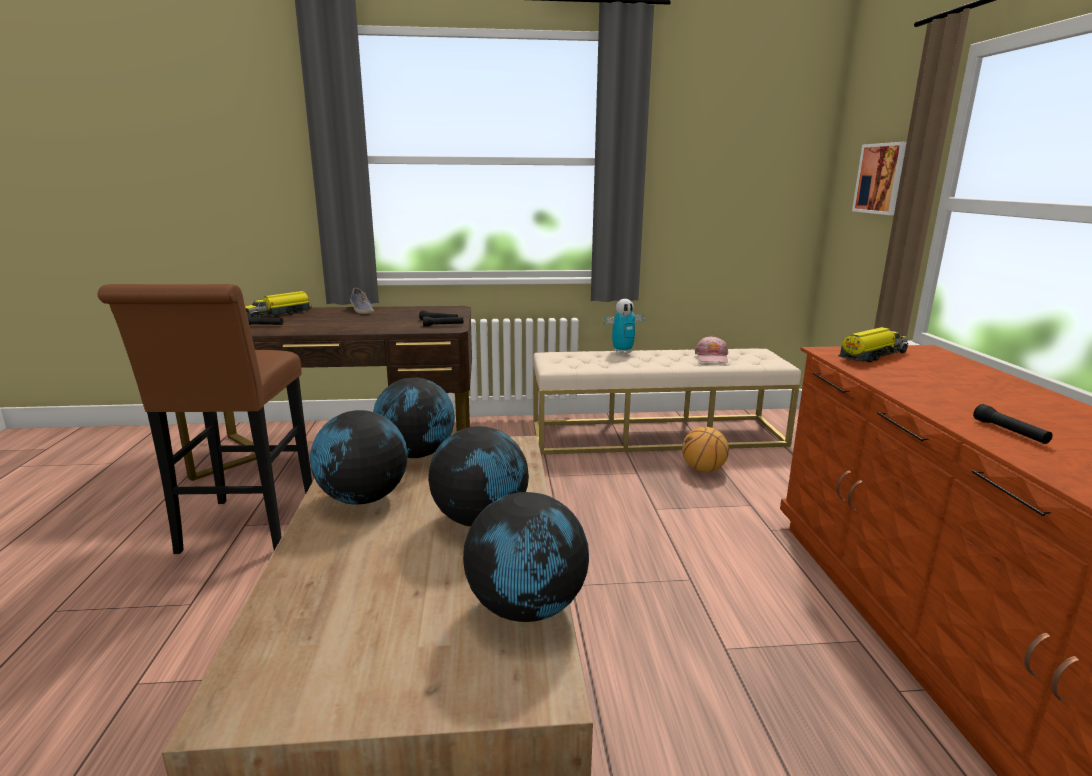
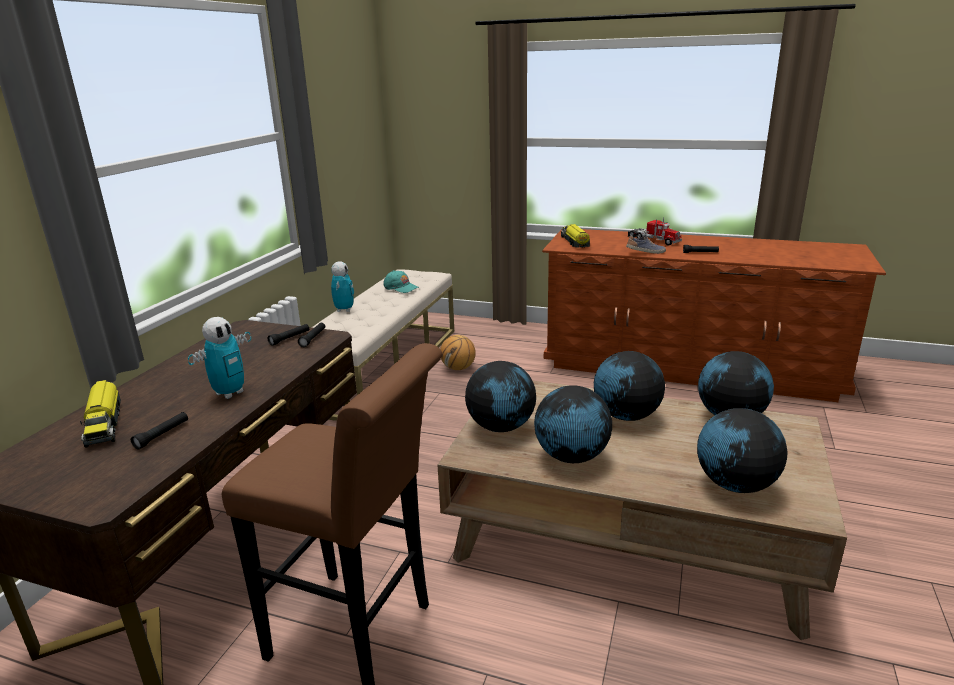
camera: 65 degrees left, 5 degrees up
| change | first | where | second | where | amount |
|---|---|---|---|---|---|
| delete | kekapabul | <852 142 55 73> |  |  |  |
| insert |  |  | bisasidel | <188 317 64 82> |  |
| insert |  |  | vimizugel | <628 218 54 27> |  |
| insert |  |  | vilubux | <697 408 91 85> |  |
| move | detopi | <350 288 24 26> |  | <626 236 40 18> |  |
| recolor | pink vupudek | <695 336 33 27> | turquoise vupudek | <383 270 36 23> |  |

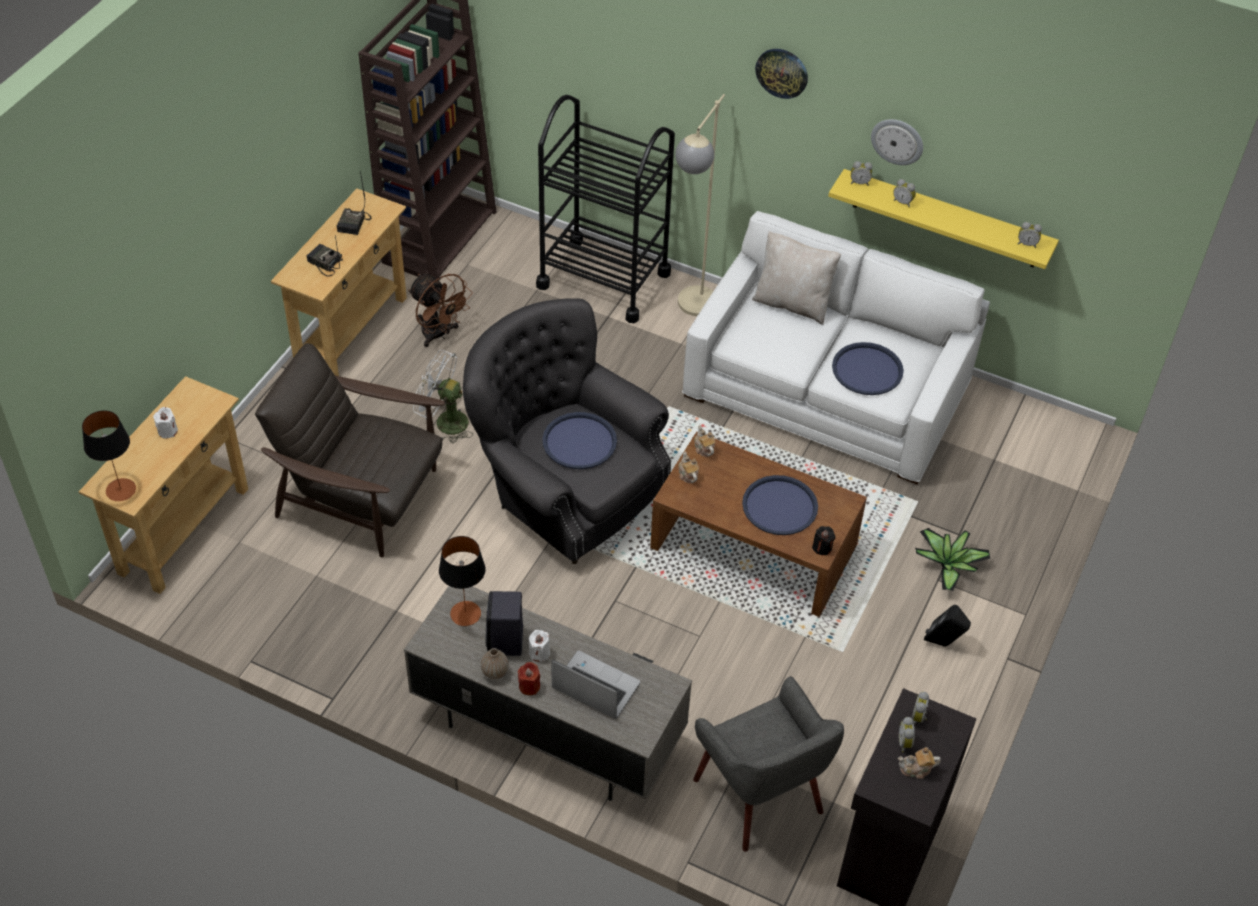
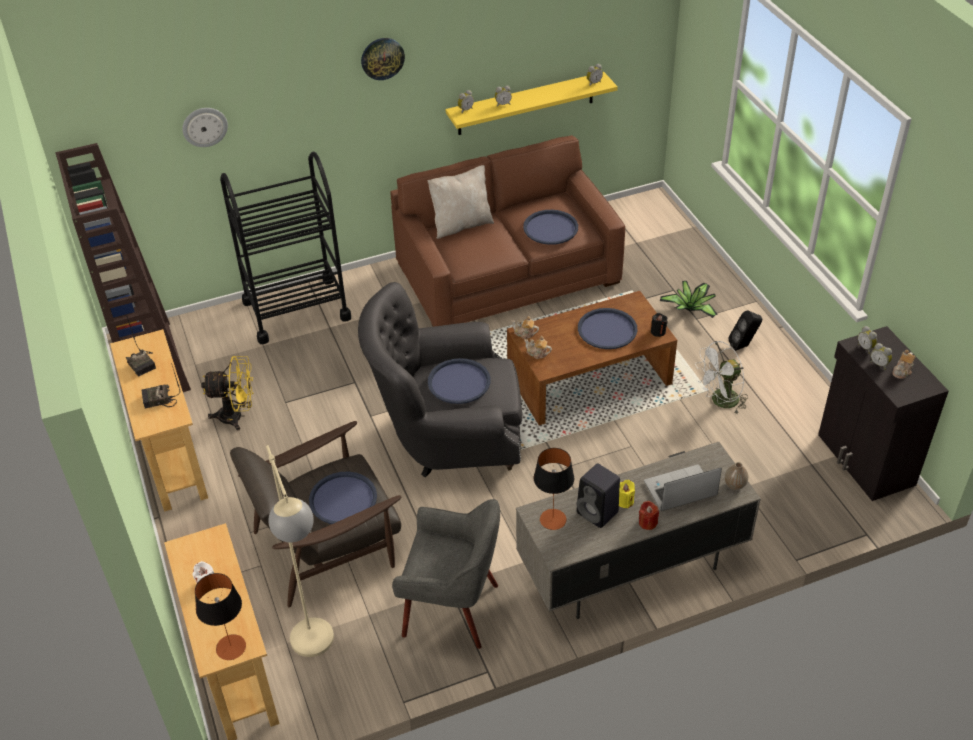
camera: 45 degrees left, 5 degrees down
| change | first | where | second | where | amount |
|---|---|---|---|---|---|
| insert |  |  | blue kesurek | <309 471 68 53> |  |
| move | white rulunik | <413 350 60 93> |  | <695 341 53 73> |  |
| move | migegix | <481 648 28 32> |  | <725 462 23 28> |  |
| move | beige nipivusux | <675 94 50 222> |  | <266 445 68 212> |  |
| move | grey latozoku | <693 676 151 176> |  | <392 499 108 150> |  |
| move | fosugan | <871 119 52 46> |  | <182 108 46 39> |  |
| recolor | brown rulunik | <408 274 65 73> | yellow rulunik | <201 356 53 75> |  |
| recolor | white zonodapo | <529 630 21 32> | yellow zonodapo | <619 480 16 28> |  |
| recolor | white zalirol | <682 211 308 273> | brown zalirol | <390 135 235 192> |  |

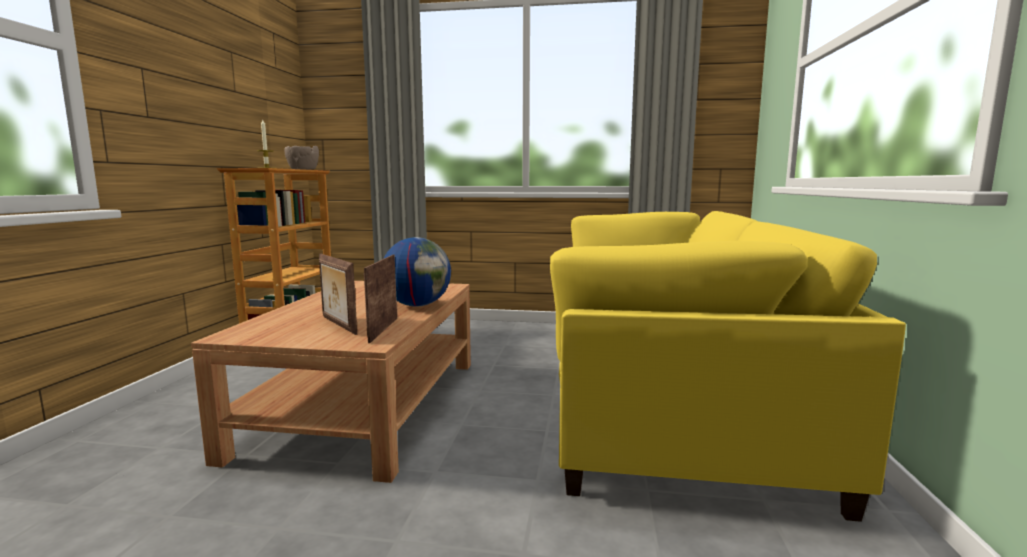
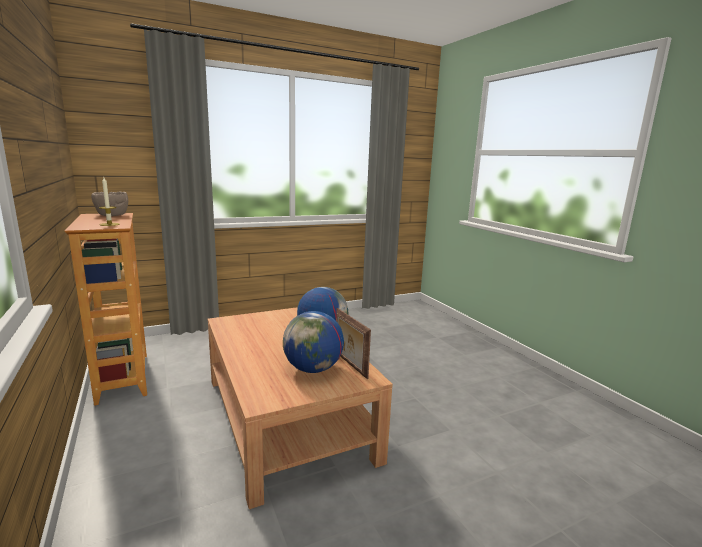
camera: 35 degrees left, 5 degrees up
| change | first | where | second | where | amount |
|---|---|---|---|---|---|
| delete | yellow zalirol | <550 211 356 311> |  |  |  |
| replace | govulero | <319 254 38 81> | vilubux | <283 311 61 62> |  |

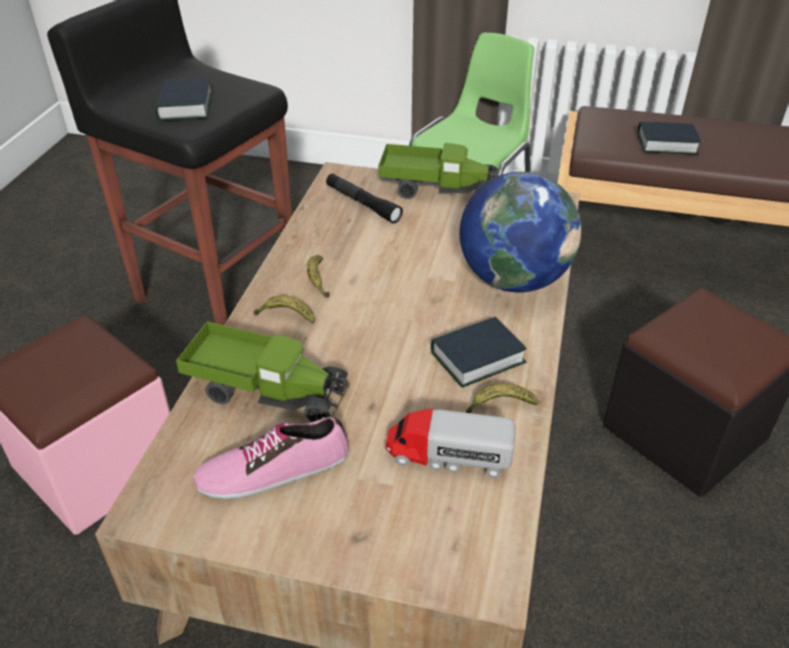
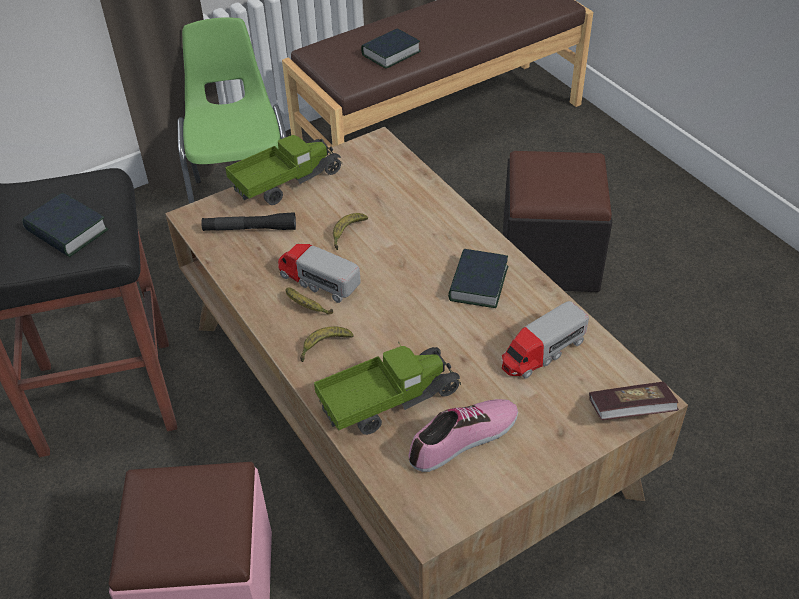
camera: 45 degrees left, 5 degrees up
| change | first | where | second | where | amount |
|---|---|---|---|---|---|
| delete | vilubux | <460 171 121 122> |  |  |  |
| insert |  |  | vimizugel | <278 244 83 59> |  |
| insert |  |  | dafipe | <589 382 90 38> |  |
| move | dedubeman | <466 383 72 30> |  | <333 213 35 37> |  |
| rotate | detopi | <193 417 156 82> |  | <409 399 109 73> | 150 degrees counterclockwise |

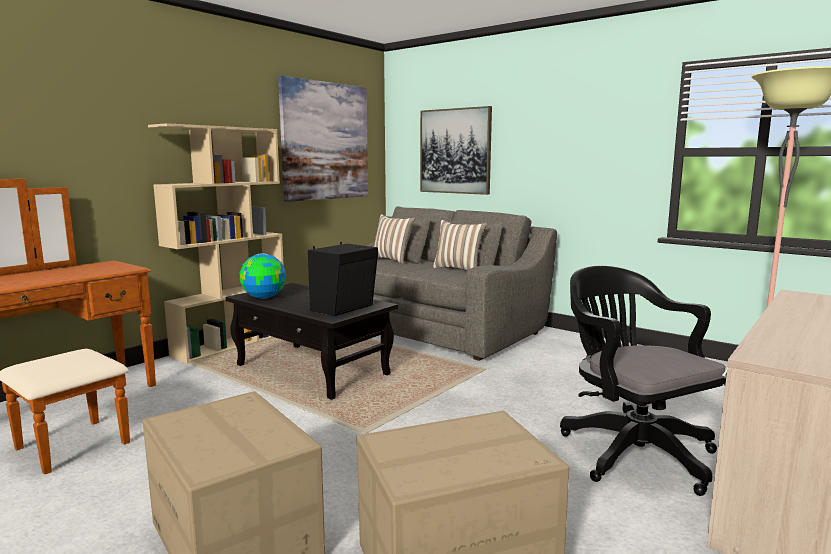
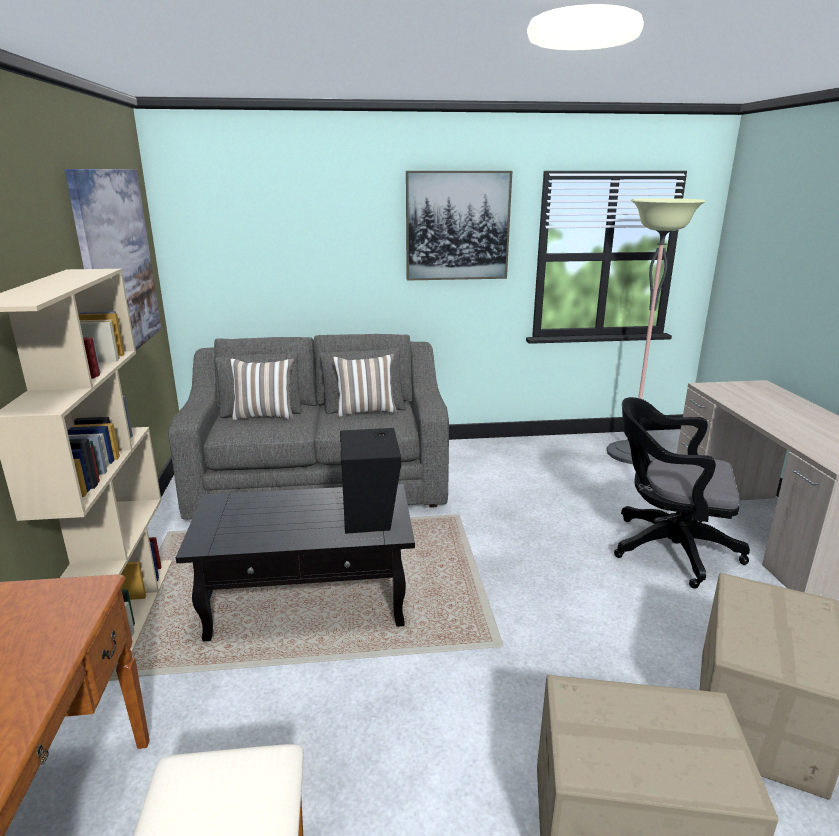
camera: 45 degrees left, 10 degrees up
| change | first | where | second | where | amount |
|---|---|---|---|---|---|
| delete | vilubux | <240 253 46 46> |  |  |  |
| move | kekapabul | <420 106 72 89> |  | <406 171 106 110> |  |

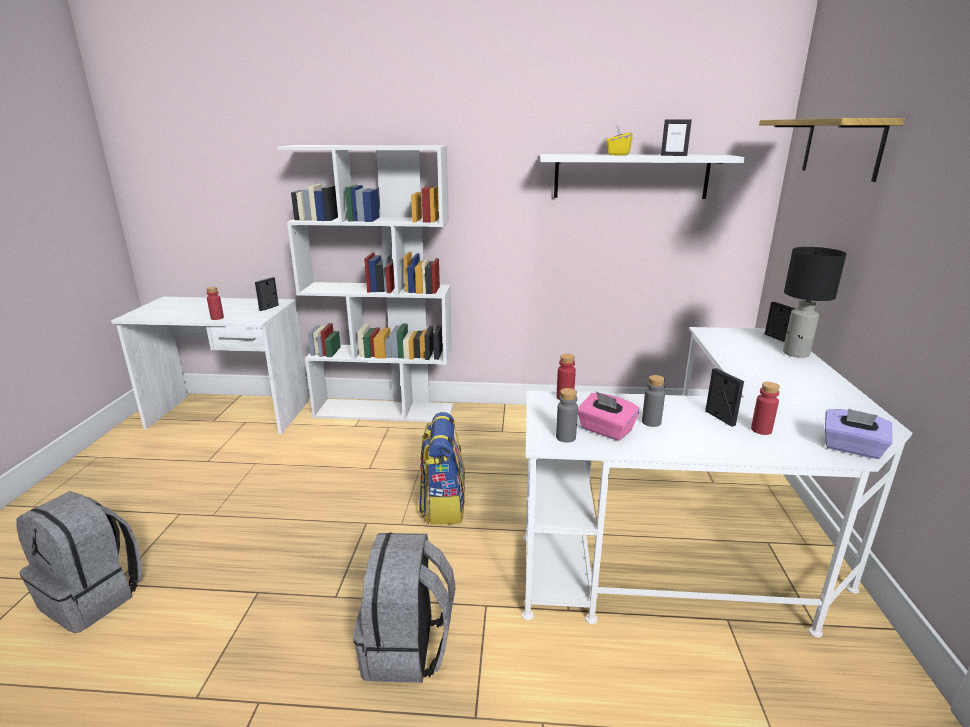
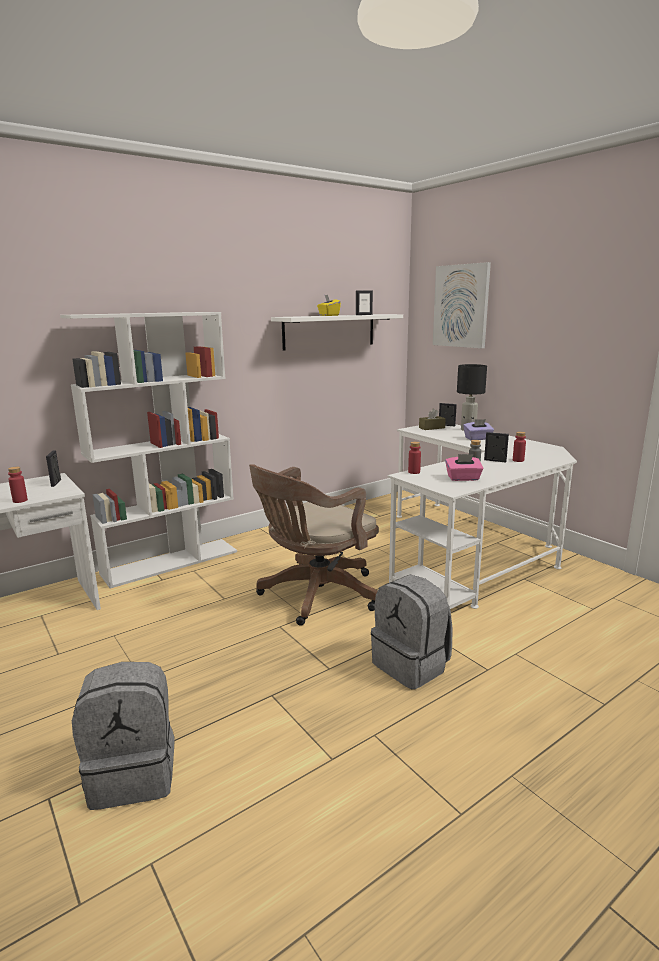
camera: 40 degrees left, 5 degrees down
| change | first | where | second | where | amount |
|---|---|---|---|---|---|
| delete | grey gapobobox | <556 388 22 55> |  |  |  |
| insert |  |  | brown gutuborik | <419 409 27 21> |  |
| move | purple gutuborik | <825 408 67 51> |  | <463 419 31 21> |  |
| replace | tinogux | <419 412 46 113> | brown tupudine | <249 464 130 162> |  |
| replace | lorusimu | <759 118 146 64> | kekapabul | <433 262 58 86> |  |

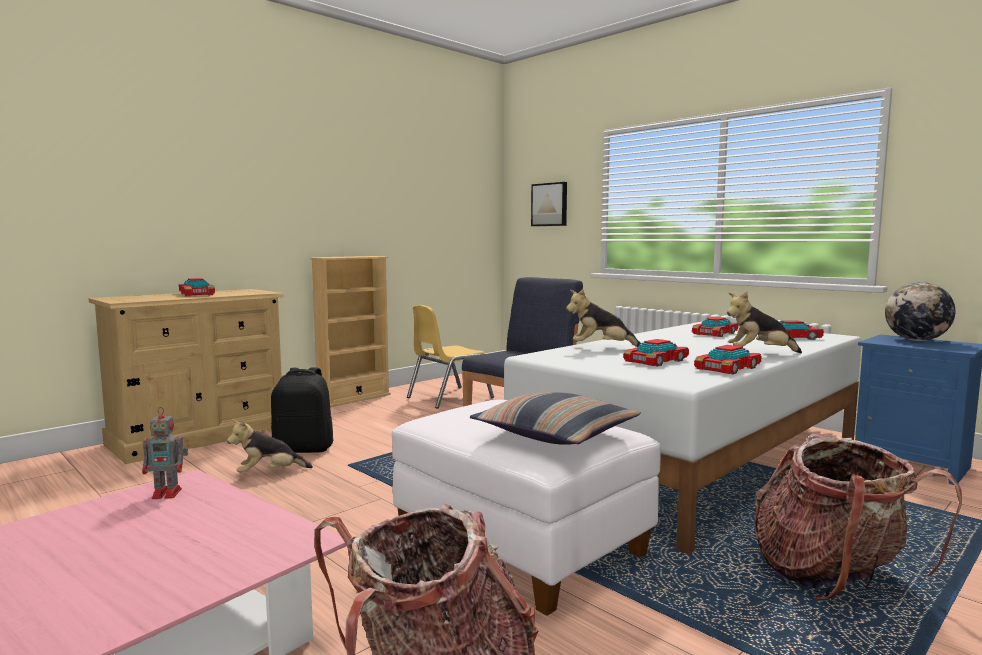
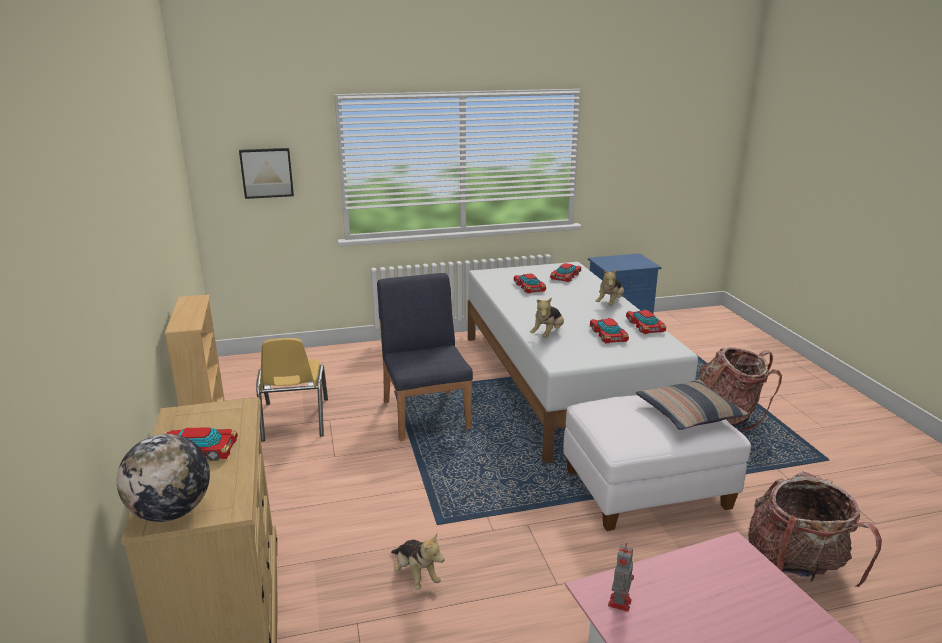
camera: 60 degrees left, 15 degrees up
| change | first | where | second | where | amount |
|---|---|---|---|---|---|
| delete | black tinogux | <271 367 62 86> |  |  |  |
| move | vilubux | <885 282 70 59> |  | <117 434 93 88> |  |
| rotate | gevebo | <227 420 86 53> |  | <391 534 53 56> | 45 degrees counterclockwise |

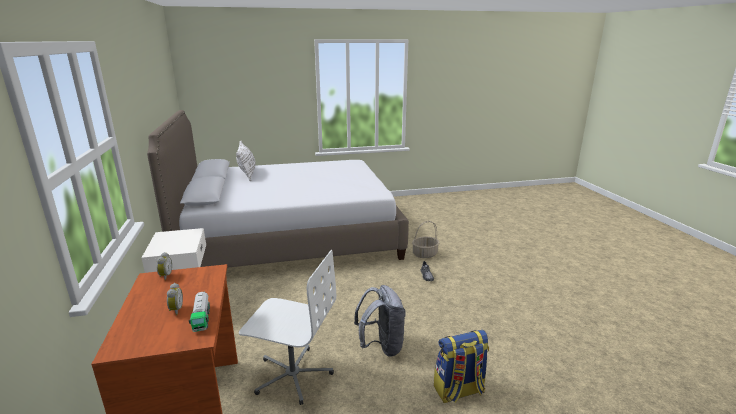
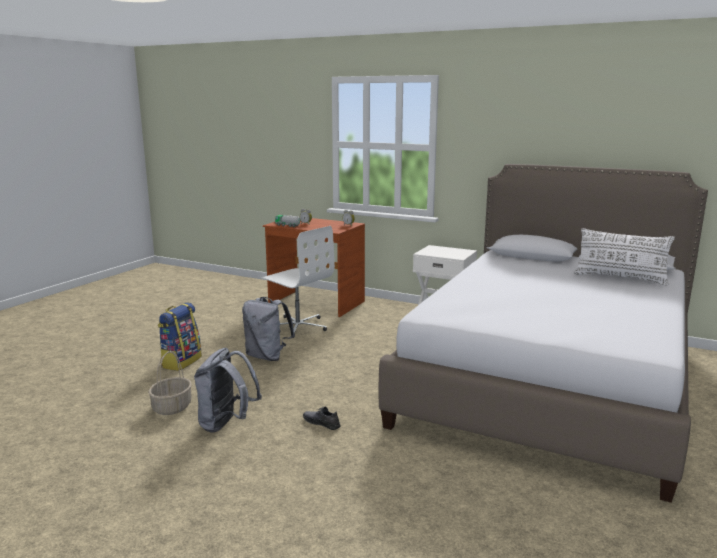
camera: 130 degrees right, 5 degrees down
| change | first | where | second | where | amount |
|---|---|---|---|---|---|
| insert |  |  | grey tinogux | <194 348 68 84> |  |
| move | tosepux | <412 221 27 37> |  | <148 351 44 64> |  |
| rotate | white tupudine | <239 250 97 155> |  | <261 226 74 112> | 105 degrees counterclockwise |

